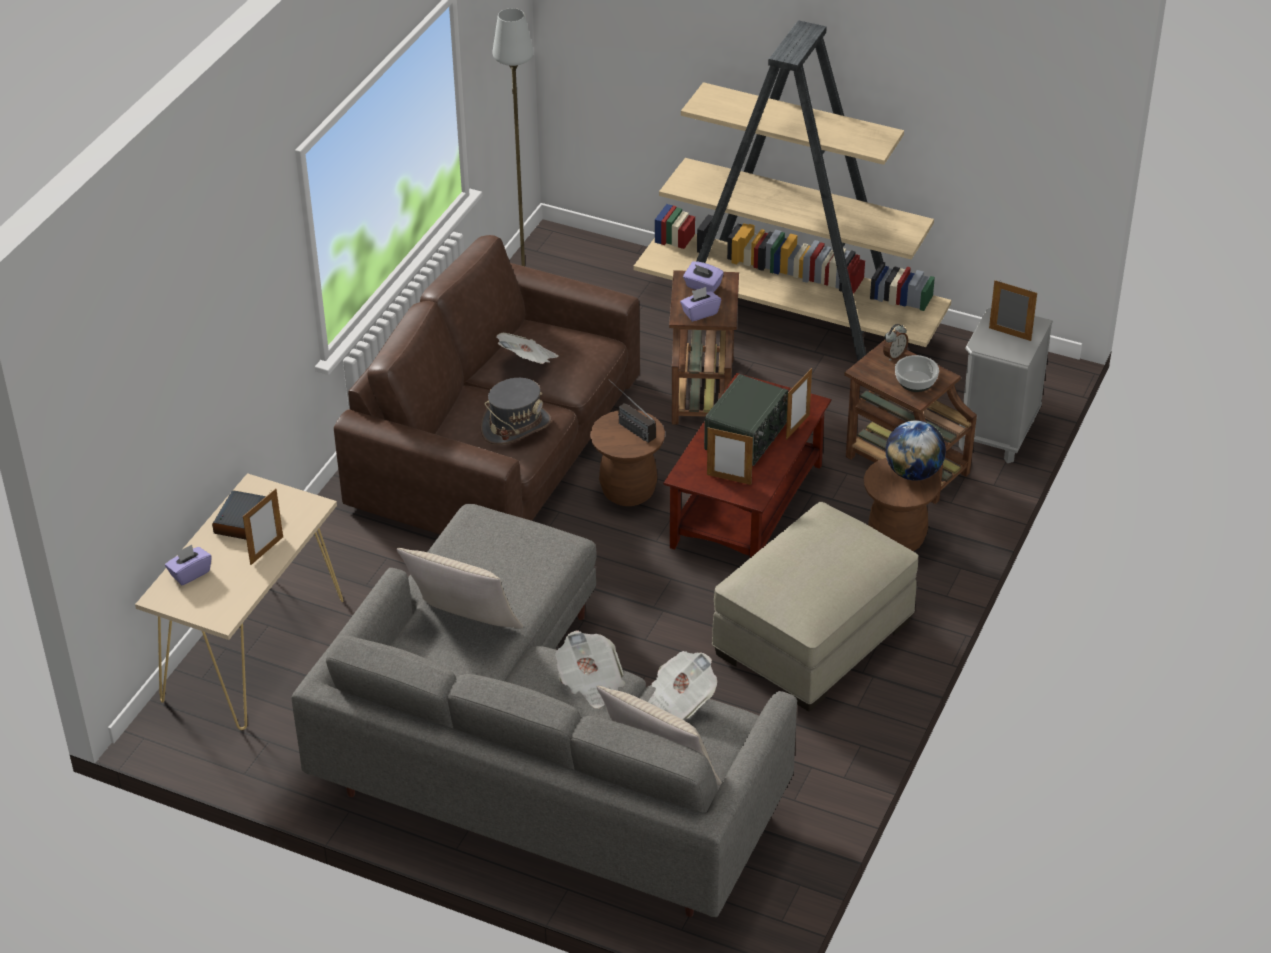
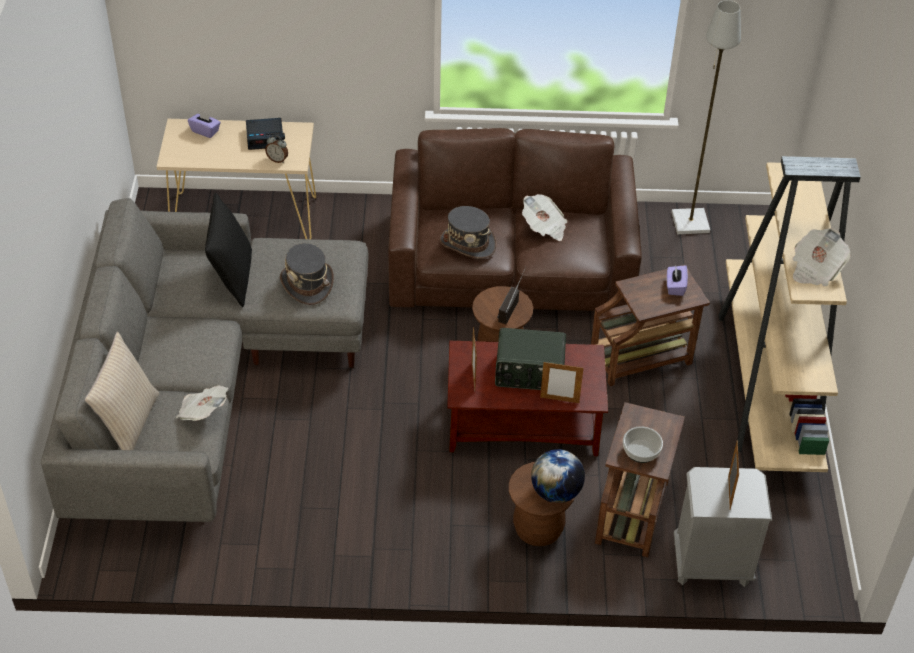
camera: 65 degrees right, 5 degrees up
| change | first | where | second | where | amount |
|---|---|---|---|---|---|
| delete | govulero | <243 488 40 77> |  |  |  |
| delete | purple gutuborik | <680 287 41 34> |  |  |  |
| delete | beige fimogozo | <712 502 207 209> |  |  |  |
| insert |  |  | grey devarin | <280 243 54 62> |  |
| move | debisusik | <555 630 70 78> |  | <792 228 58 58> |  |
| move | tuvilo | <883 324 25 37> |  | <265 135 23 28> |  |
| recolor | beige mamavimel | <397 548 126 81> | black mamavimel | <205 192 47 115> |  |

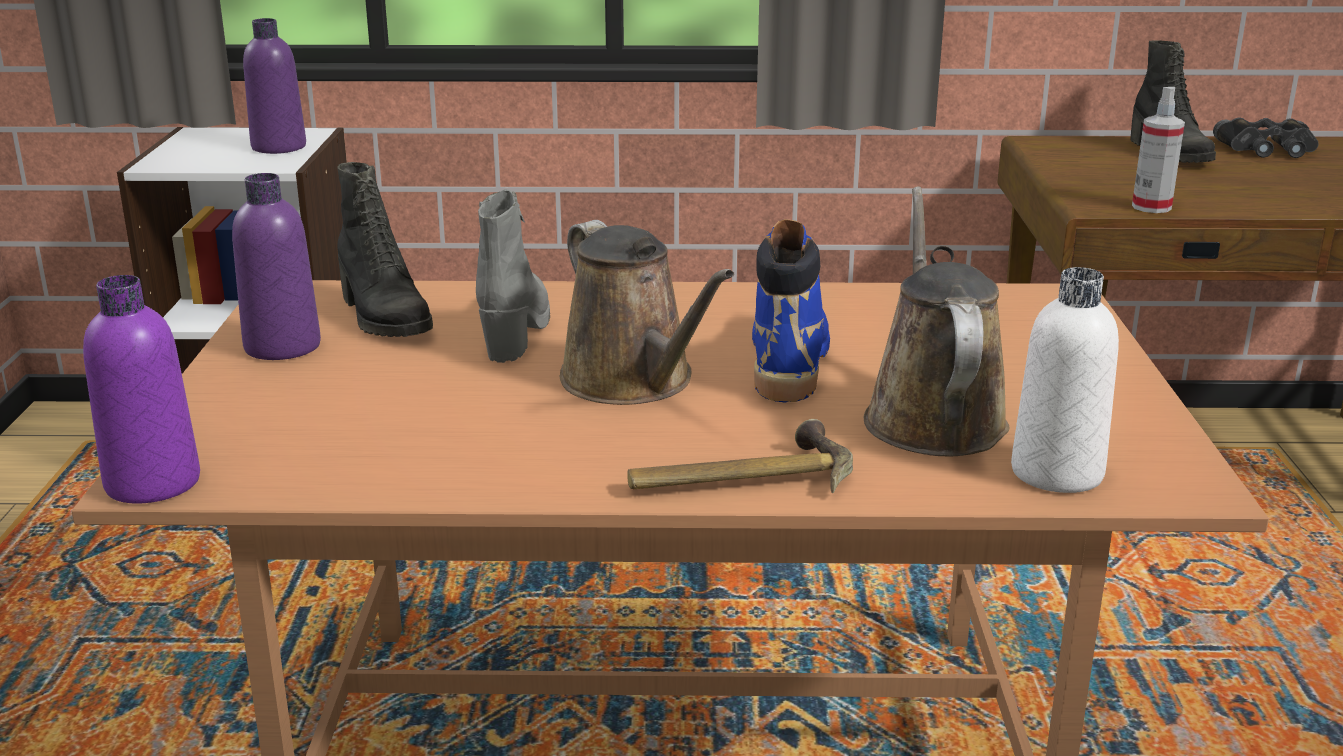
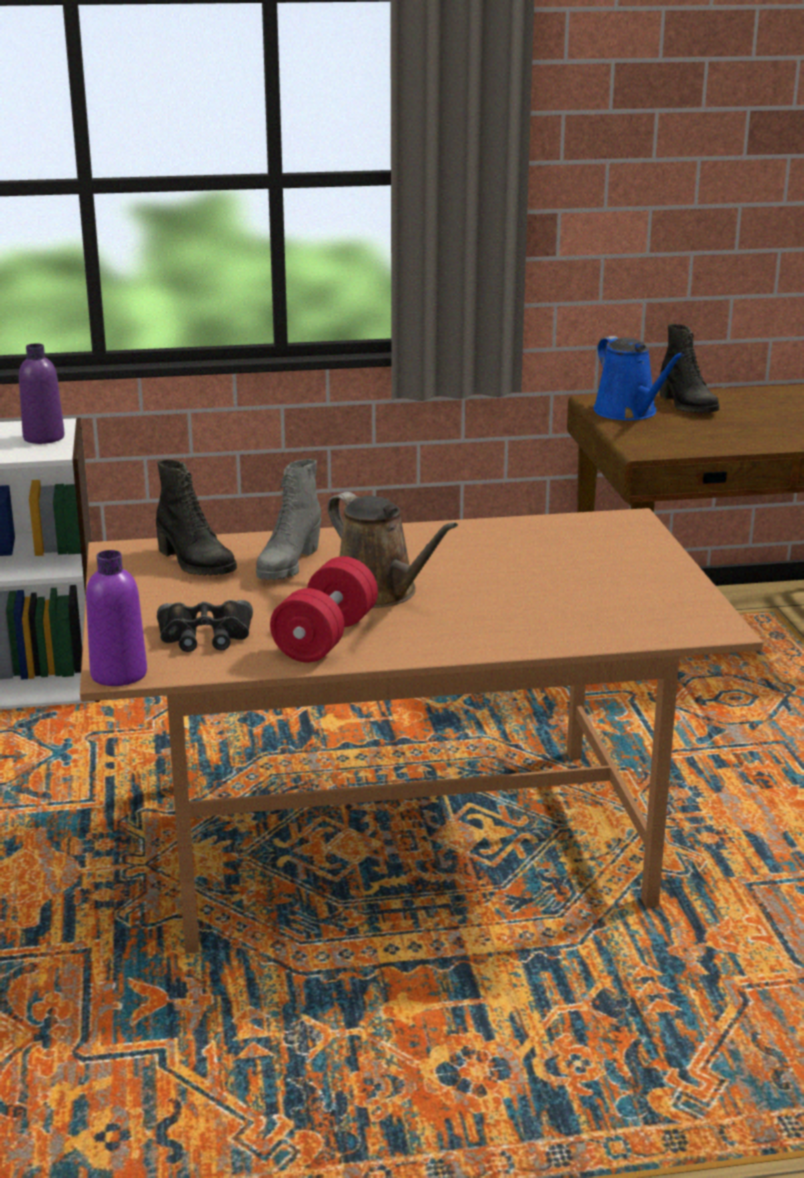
camera: 10 degrees left, 0 degrees up
| change | first | where | second | where | amount |
|---|---|---|---|---|---|
| delete | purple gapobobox | <232 173 89 187> |  |  |  |
| delete | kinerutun | <627 419 226 74> |  |  |  |
| delete | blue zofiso | <752 219 78 184> |  |  |  |
| delete | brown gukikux | <864 186 145 270> |  |  |  |
| delete | white gapobobox | <1011 267 108 226> |  |  |  |
| delete | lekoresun | <1132 87 53 126> |  |  |  |
| insert |  |  | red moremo | <270 556 108 106> |  |
| insert |  |  | blue gukikux | <594 336 90 84> |  |
| move | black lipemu | <1213 118 106 40> |  | <157 600 96 52> |  |
| rotate | grey zofiso | <476 189 74 174> |  | <256 459 65 121> | 150 degrees counterclockwise |

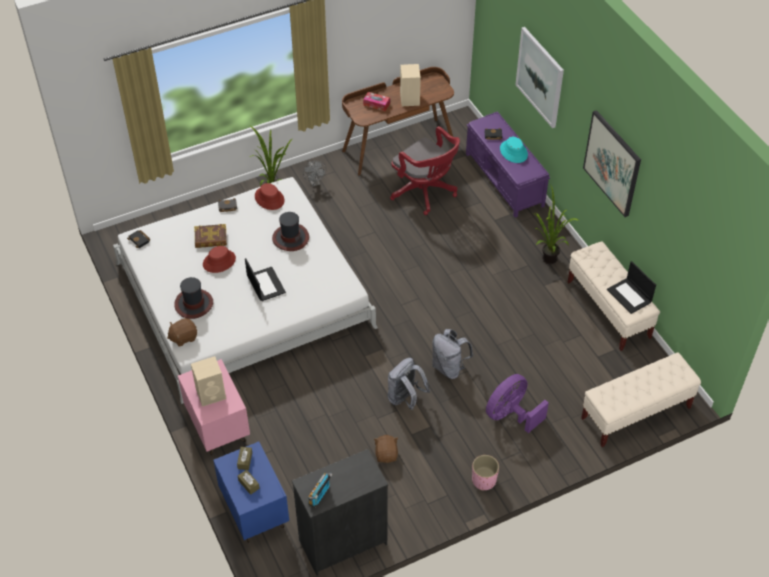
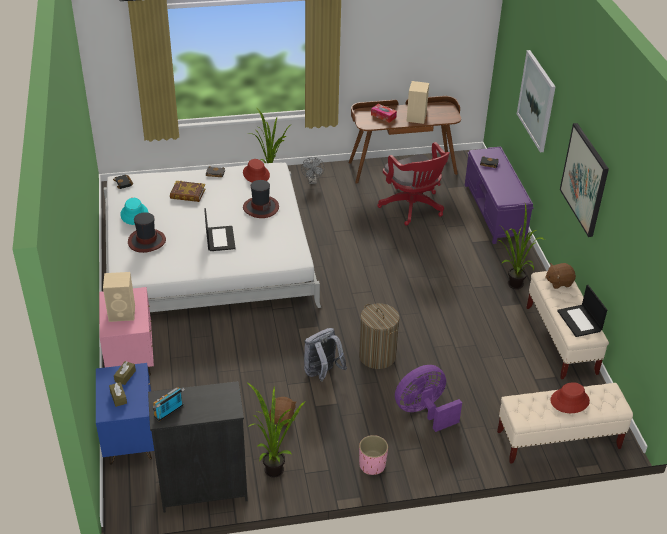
camera: 15 degrees right, 10 degrees down
| change | first | where | second | where | amount |
|---|---|---|---|---|---|
| insert |  |  | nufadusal | <246 382 60 96> |  |
| move | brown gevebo | <167 318 30 29> |  | <545 263 31 26> |  |
| move | red devarin | <203 246 33 27> |  | <550 382 40 31> |  |
| move | turquoise devarin | <500 137 28 26> |  | <120 198 28 27> |  |
| replace | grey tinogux | <432 329 41 50> | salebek | <359 303 41 66> |  |

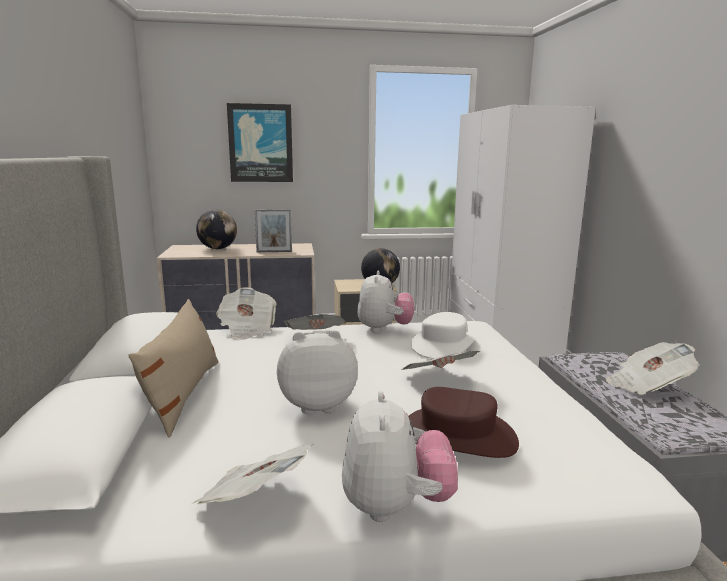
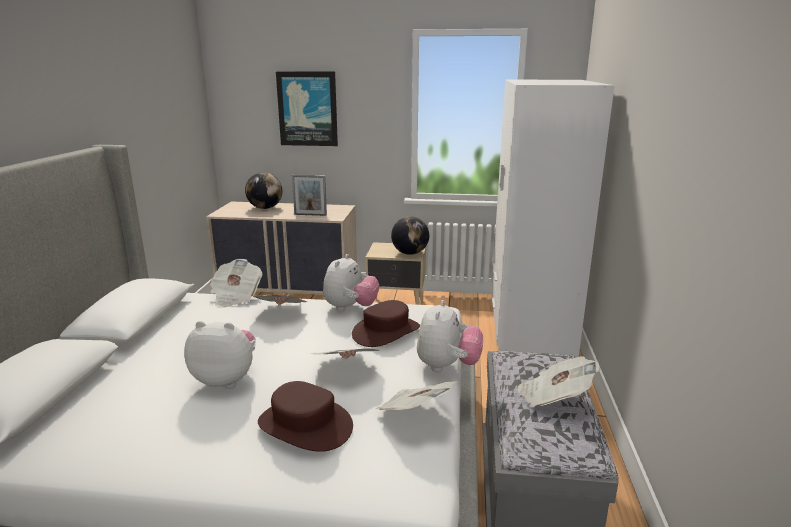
camera: 15 degrees right, 5 degrees up
| change | first | where | second | where | amount |
|---|---|---|---|---|---|
| delete | beige mamavimel | <129 299 90 138> |  |  |  |
| move | debisusik | <192 444 122 60> |  | <376 381 82 29> |  |
| move | gevebo | <342 391 116 131> |  | <417 300 66 72> |  |
| recolor | white devarin | <411 312 65 47> | brown devarin | <352 300 68 47> |  |

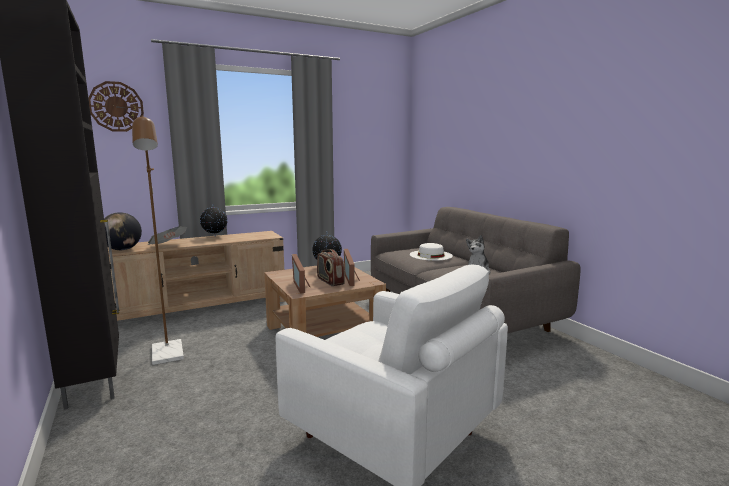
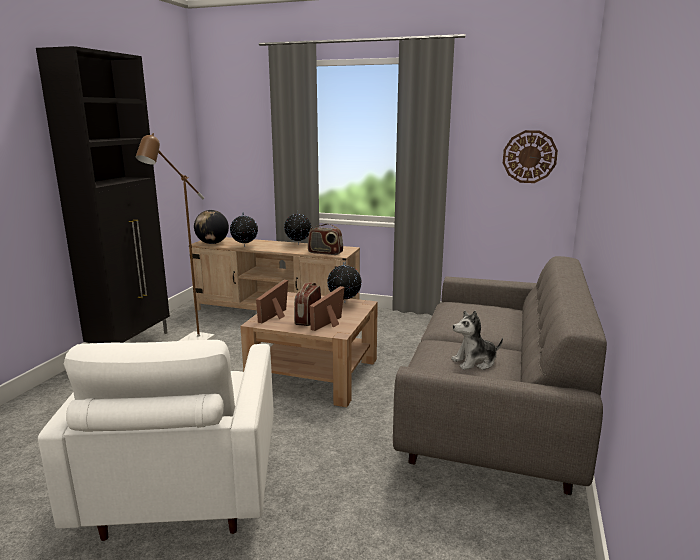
camera: 45 degrees right, 5 degrees up
| change | first | where | second | where | amount |
|---|---|---|---|---|---|
| delete | white devarin | <410 243 43 18> |  |  |  |
| insert |  |  | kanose | <308 224 35 31> |  |
| move | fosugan | <88 81 56 51> |  | <503 130 55 53> |  |
| replace | debisusik | <147 226 40 19> | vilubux | <230 212 28 35> |  |

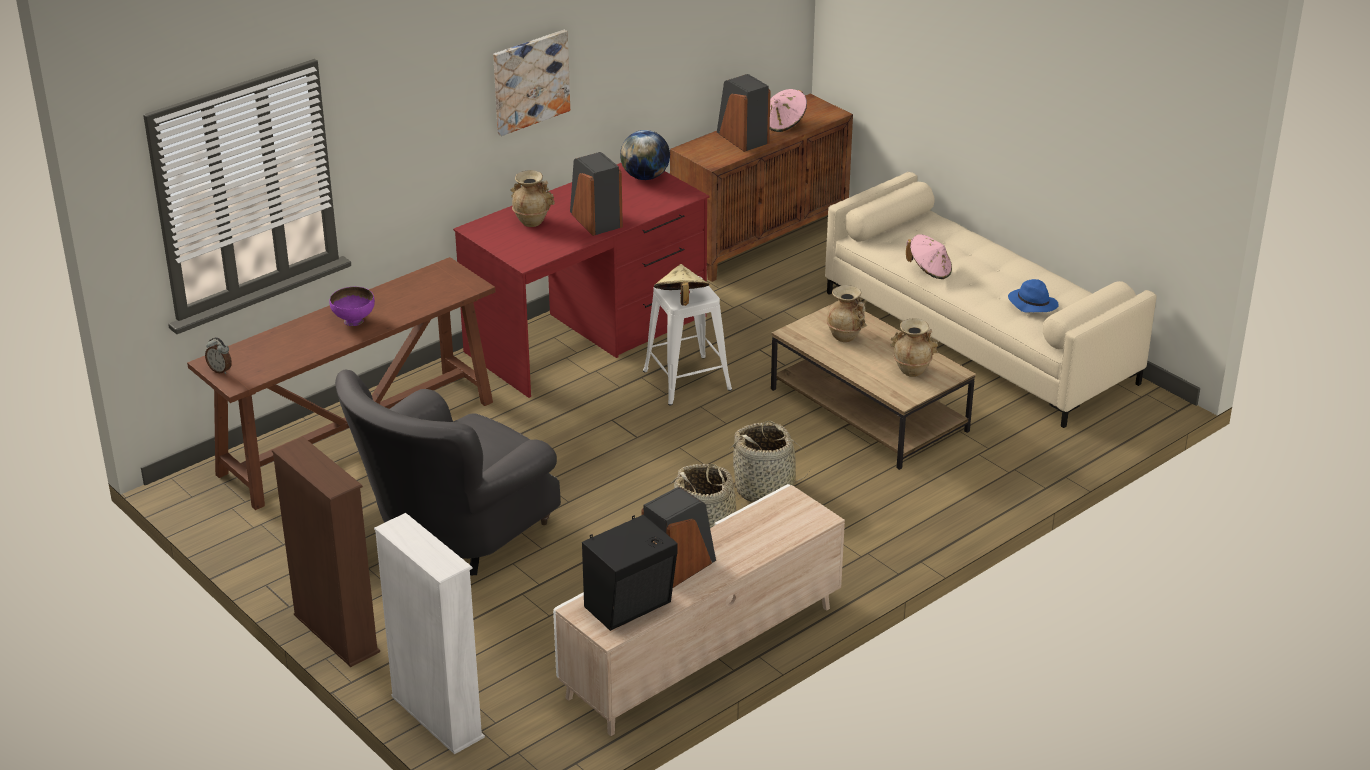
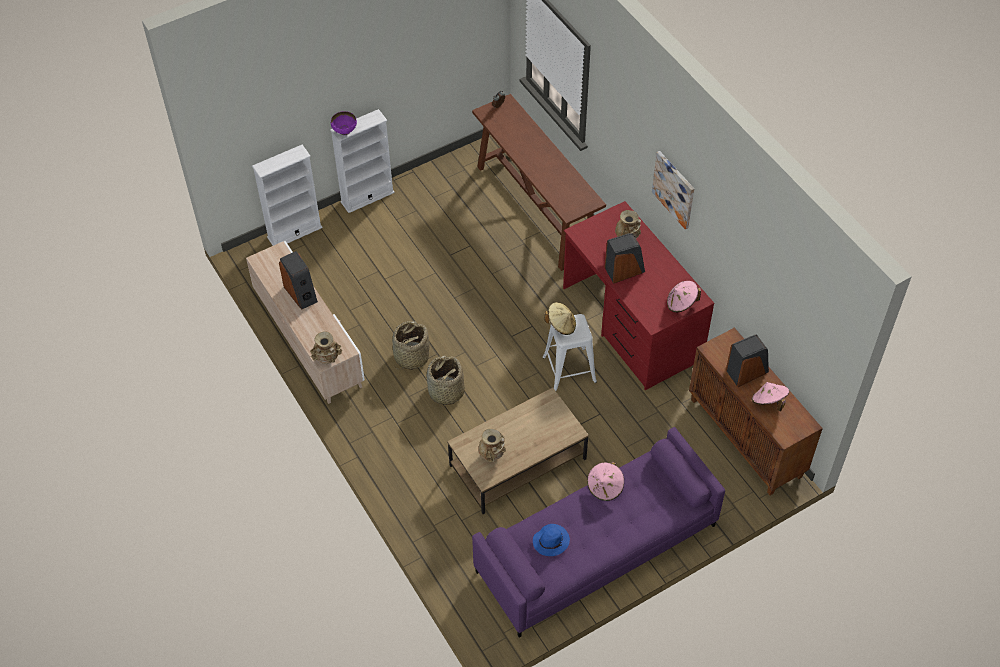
camera: 100 degrees right, 20 degrees up
| change | first | where | second | where | amount |
|---|---|---|---|---|---|
| delete | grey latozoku | <335 370 226 206> |  |  |  |
| delete | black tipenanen | <582 515 96 116> |  |  |  |
| move | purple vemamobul | <329 287 46 39> |  | <331 111 26 24> |  |
| move | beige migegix | <826 285 41 57> |  | <310 331 32 33> |  |
| replace | vilubux | <620 130 50 50> | pink devarin | <667 281 34 31> |  |
| recolor | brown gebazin | <272 436 108 231> | white gebazin | <330 109 65 104> |  |
| recolor | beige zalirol | <825 172 332 256> | purple zalirol | <472 427 253 211> |  |

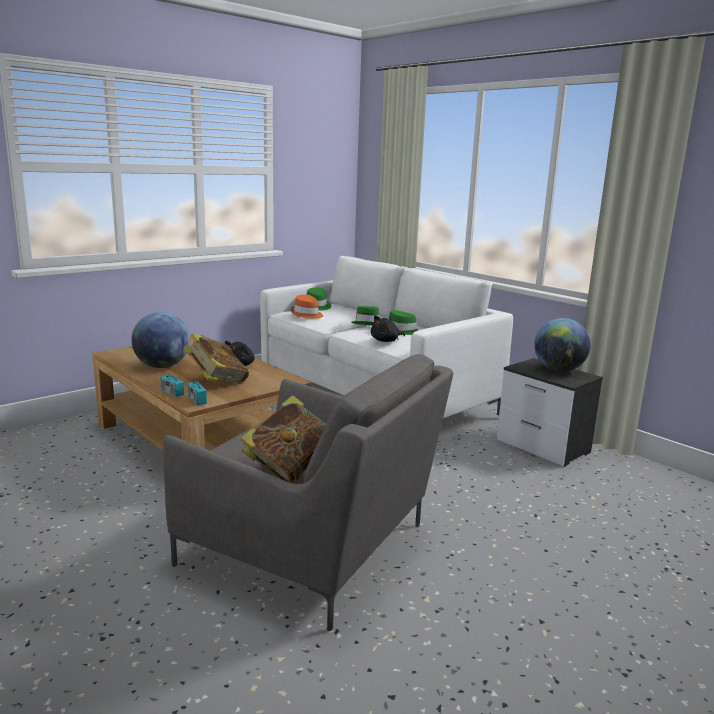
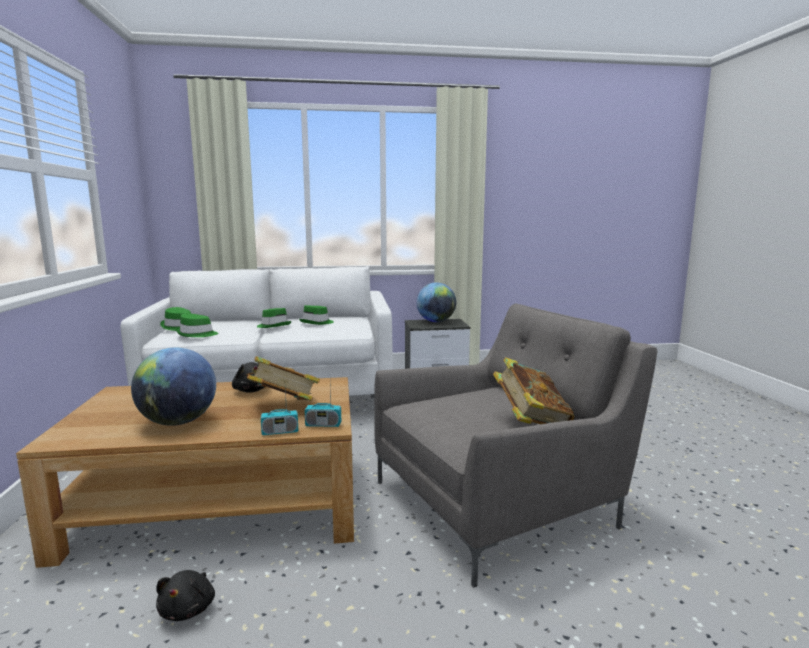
camera: 55 degrees left, 5 degrees down
| change | first | where | second | where | amount |
|---|---|---|---|---|---|
| move | black gevebo | <371 315 34 27> |  | <156 570 59 51> |  |
| recolor | orange devarin | <290 294 33 25> | green devarin | <175 313 43 24> |  |

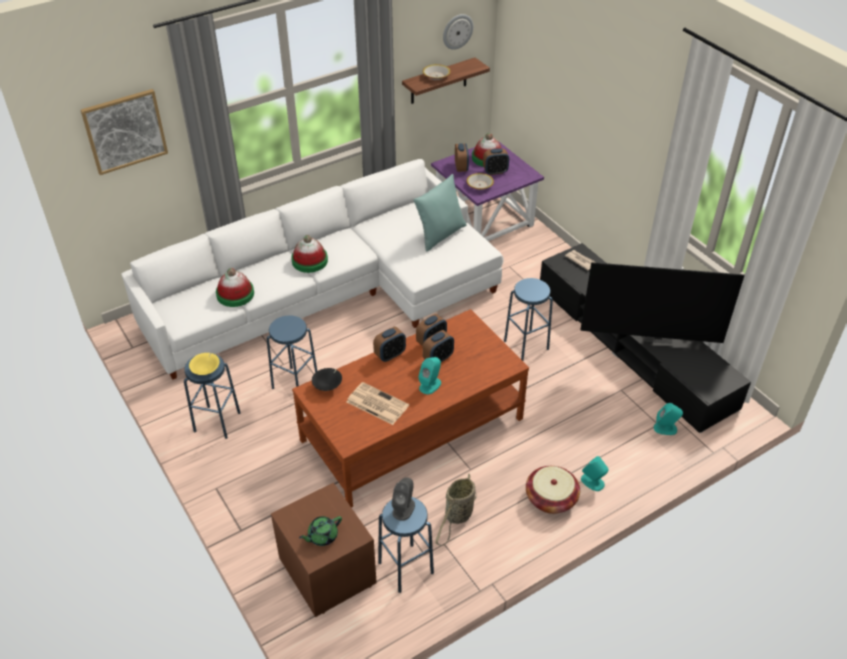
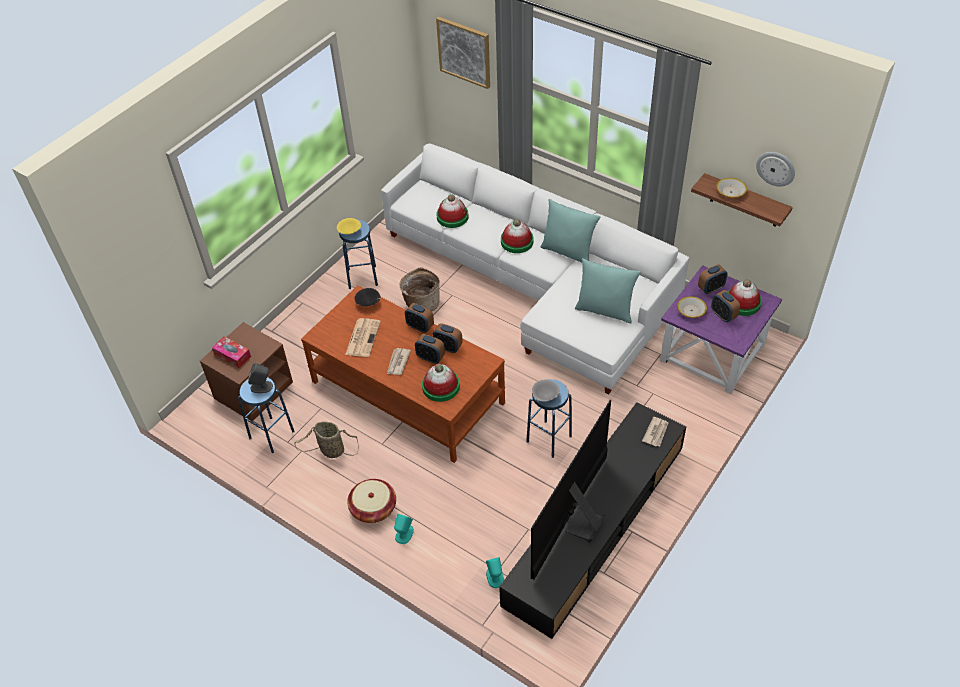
camera: 70 degrees right, 5 degrees up
| change | first | where | second | where | amount |
|---|---|---|---|---|---|
| insert |  |  | devarin | <422 364 38 38> |  |
| insert |  |  | grey vemamobul | <532 379 28 22> |  |
| insert |  |  | turquoise mamavimel | <541 199 59 63> |  |
| replace | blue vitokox | <267 315 50 74> | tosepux | <399 267 41 44> |  |
| replace | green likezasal | <299 516 43 30> | gutuborik | <212 336 39 32> |  |
| replace | turquoise tipenanen | <418 357 23 37> | debisusik | <387 348 24 27> |  |
| rotate | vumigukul | <580 262 165 82> |  | <531 400 80 180> | 45 degrees clockwise |

